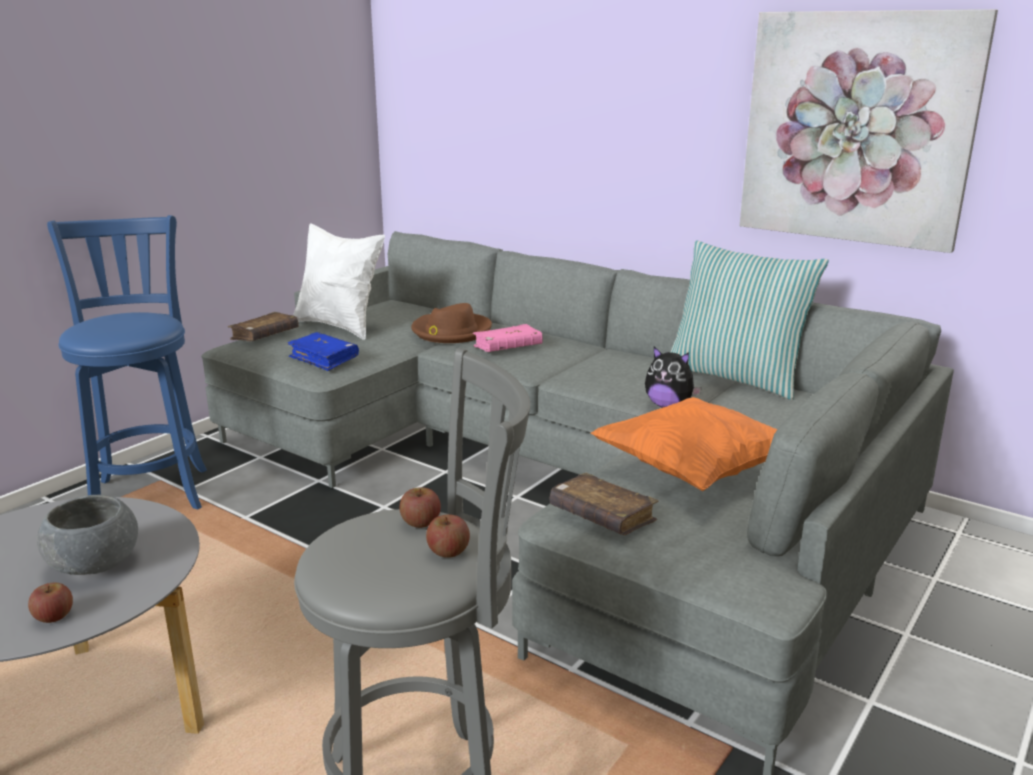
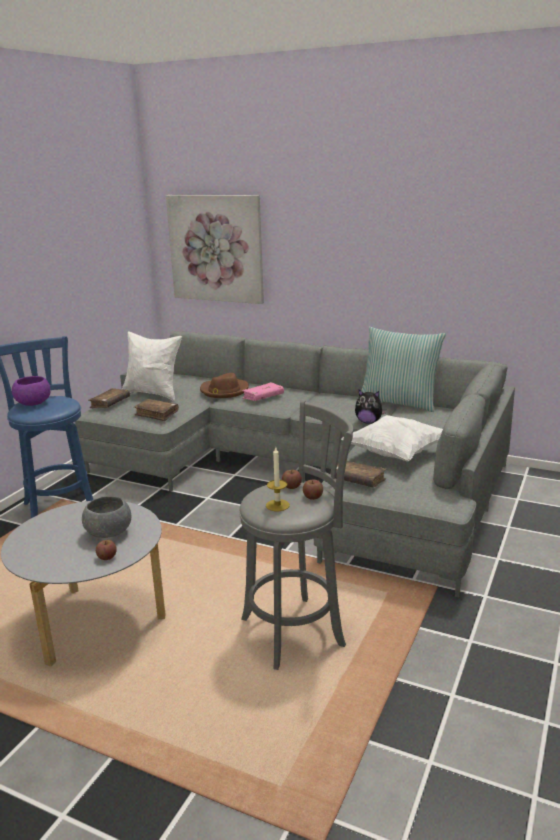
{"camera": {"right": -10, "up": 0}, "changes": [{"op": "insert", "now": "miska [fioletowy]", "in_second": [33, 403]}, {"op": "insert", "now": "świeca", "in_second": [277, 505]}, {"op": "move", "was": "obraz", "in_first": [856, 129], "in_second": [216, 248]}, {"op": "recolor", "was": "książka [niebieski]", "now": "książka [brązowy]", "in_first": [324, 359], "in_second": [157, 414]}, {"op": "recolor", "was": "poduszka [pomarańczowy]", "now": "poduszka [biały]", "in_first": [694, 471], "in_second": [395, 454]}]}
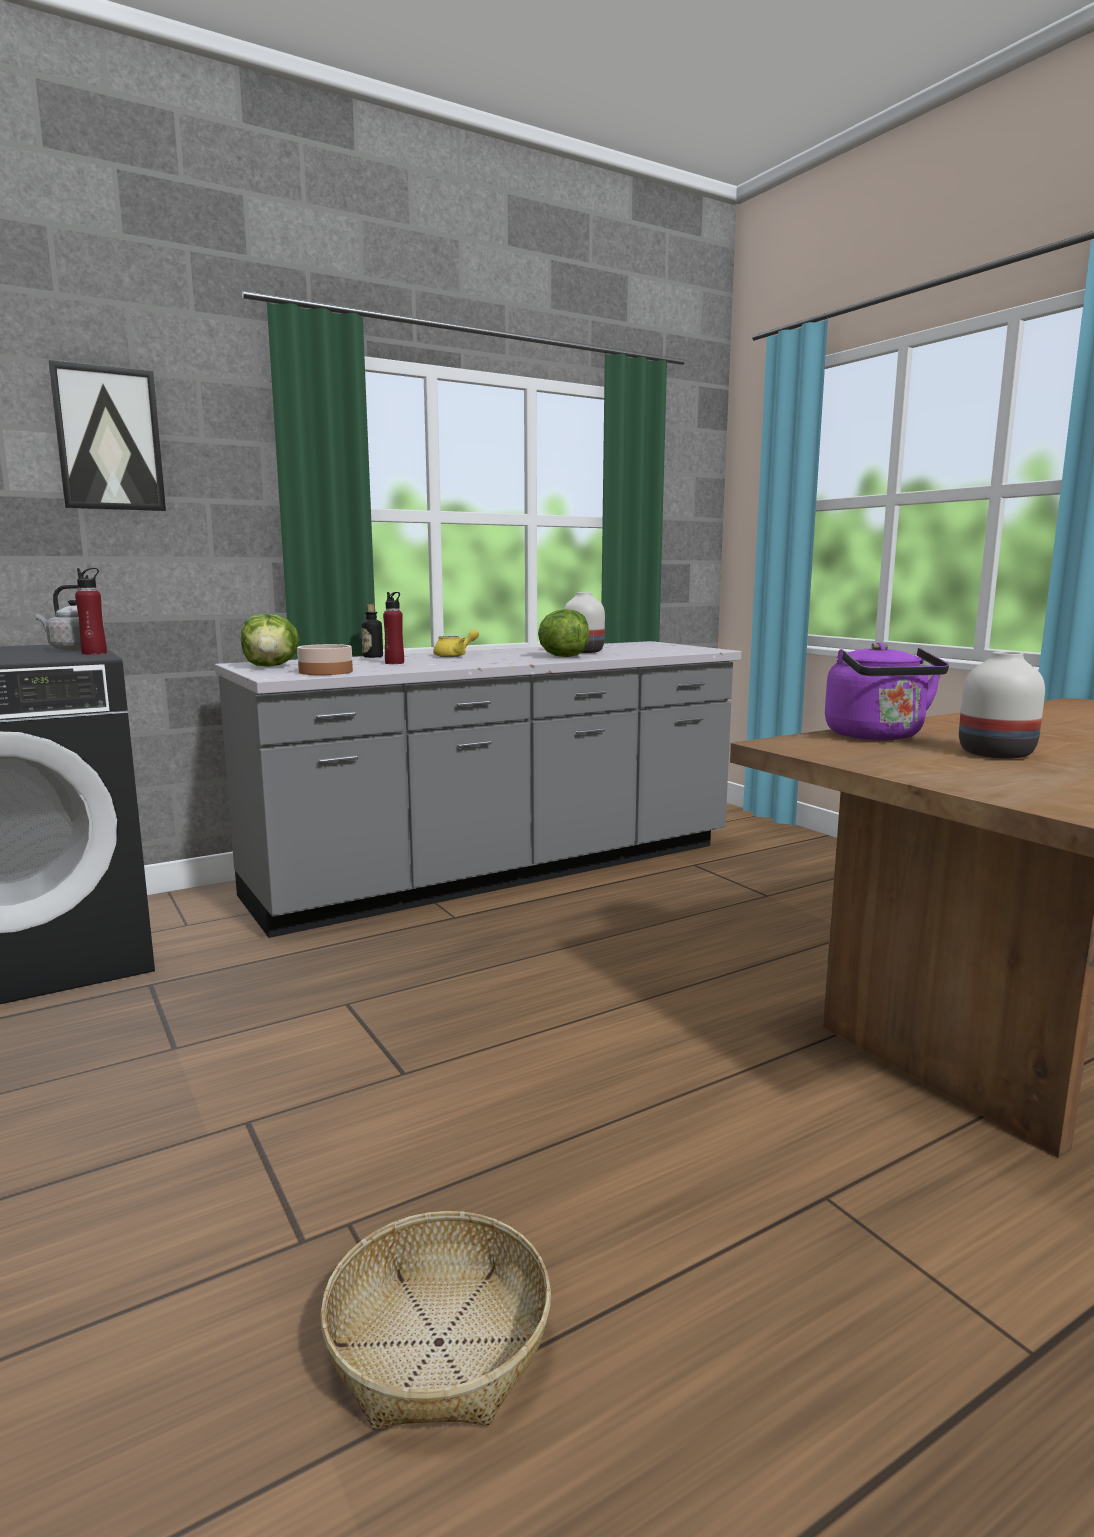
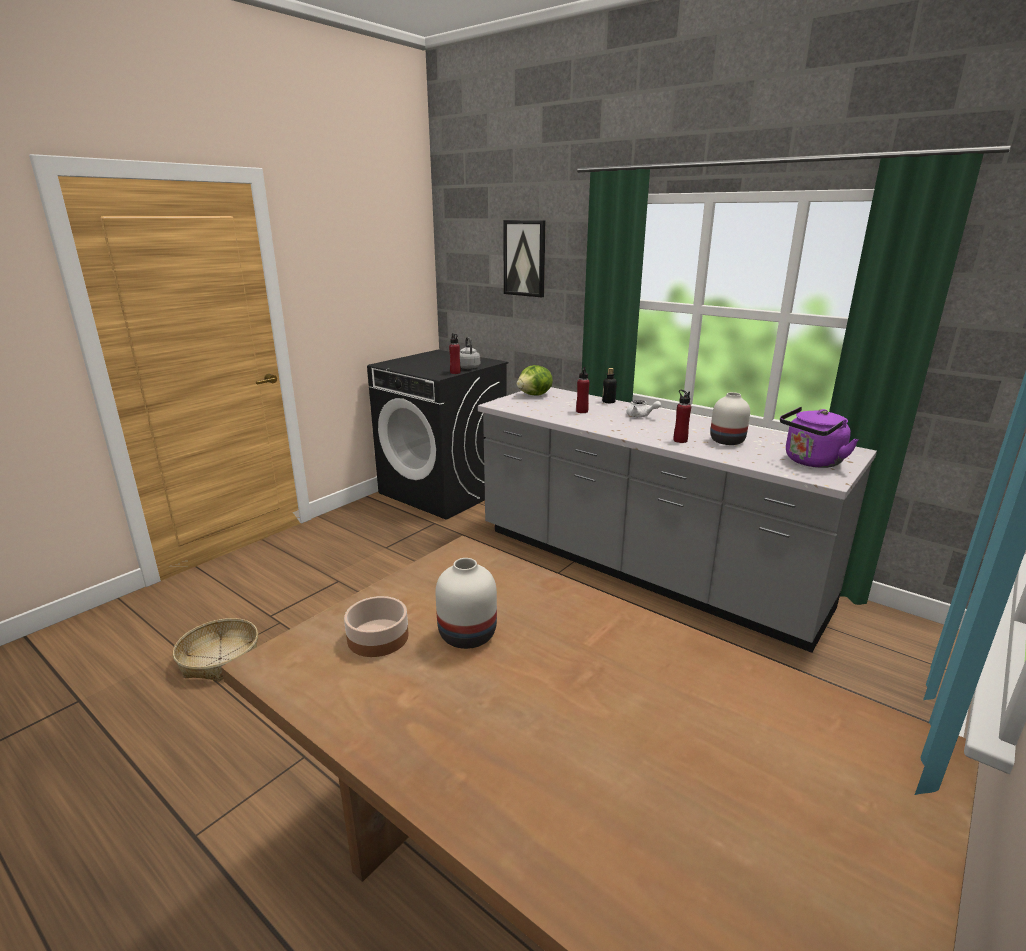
{"camera": {"right": 70, "up": 10}, "changes": [{"op": "move", "was": "miska", "in_first": [325, 672], "in_second": [378, 637]}, {"op": "move", "was": "czajnik [fioletowy]", "in_first": [877, 736], "in_second": [811, 462]}, {"op": "replace", "was": "sałata", "now": "butelka [czerwony]", "in_first": [563, 656], "in_second": [680, 440]}, {"op": "recolor", "was": "imbryk [żółty]", "now": "imbryk [biały]", "in_first": [455, 656], "in_second": [640, 416]}]}
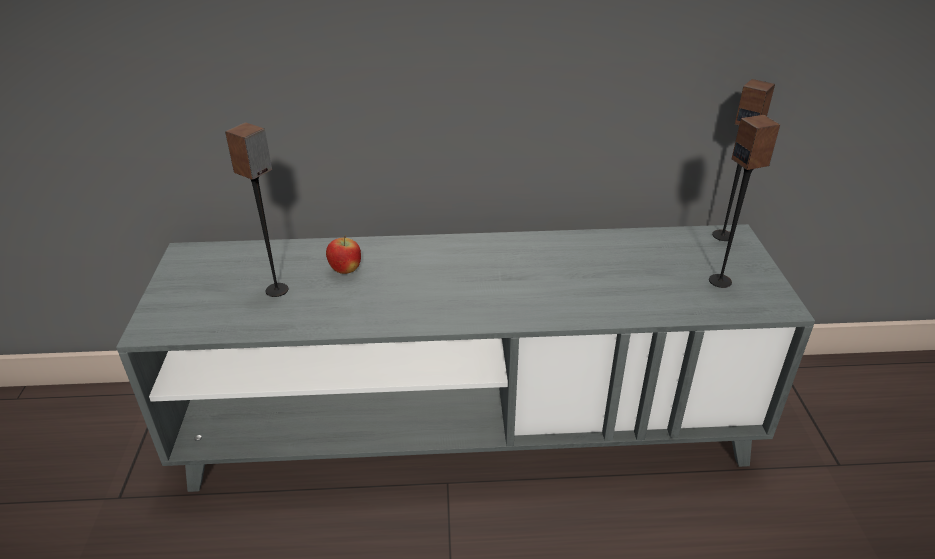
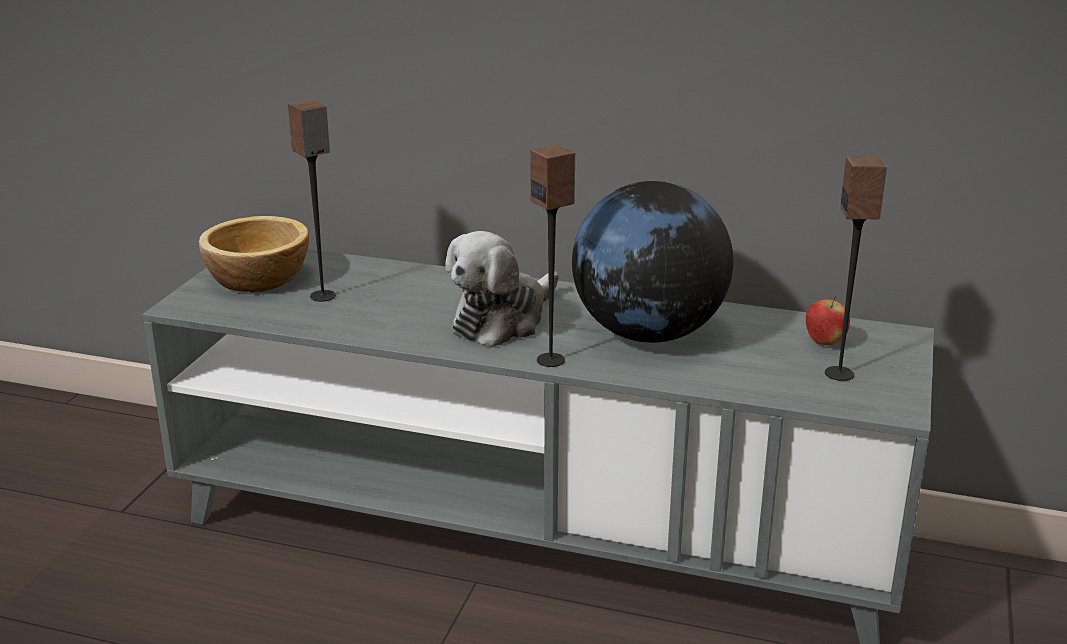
{"camera": {"right": 20, "up": -10}, "changes": [{"op": "insert", "now": "miska", "in_second": [258, 279]}, {"op": "insert", "now": "pluszak", "in_second": [502, 320]}, {"op": "insert", "now": "globus", "in_second": [648, 333]}, {"op": "move", "was": "jabłko", "in_first": [345, 270], "in_second": [825, 343]}, {"op": "move", "was": "głośnik", "in_first": [723, 235], "in_second": [551, 360]}]}
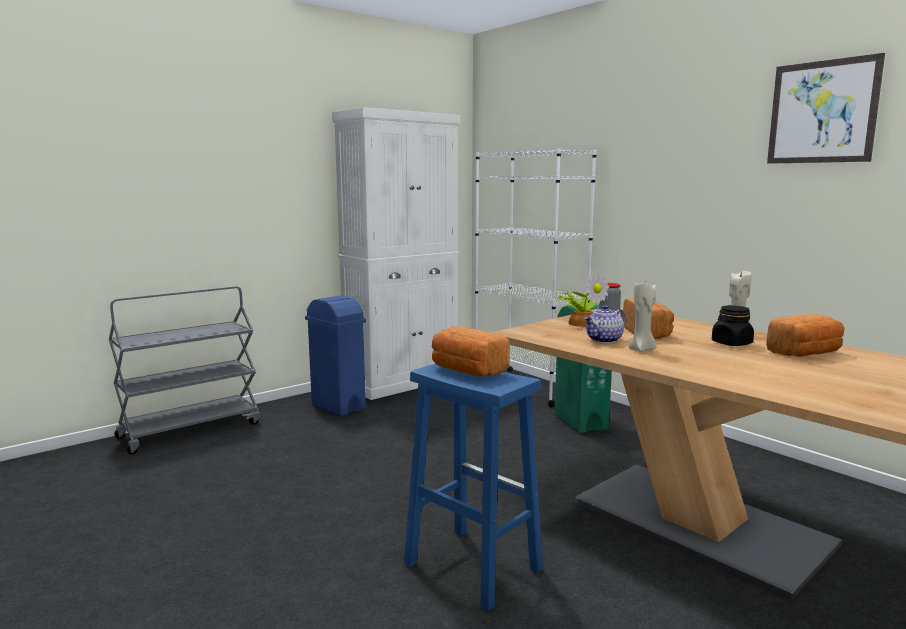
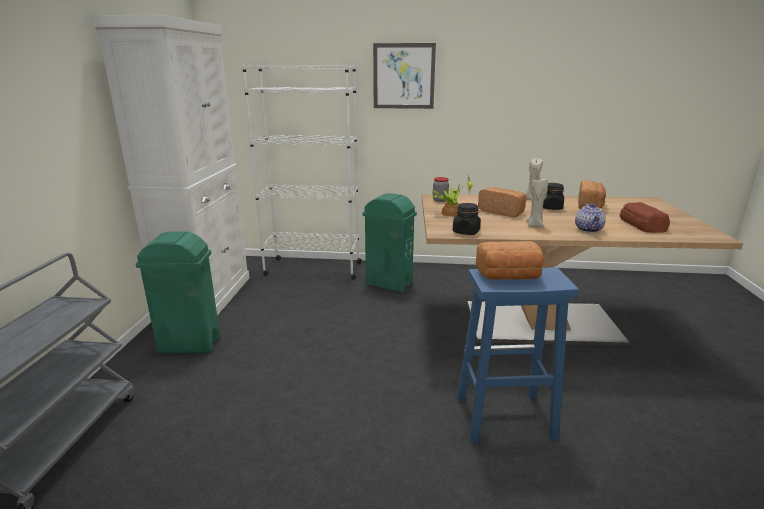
{"camera": {"right": -45, "up": 10}, "changes": [{"op": "insert", "now": "słoik [czarny]", "in_second": [466, 232]}, {"op": "insert", "now": "chleb", "in_second": [642, 224]}, {"op": "move", "was": "imbryk", "in_first": [604, 340], "in_second": [589, 230]}, {"op": "move", "was": "obraz", "in_first": [822, 112], "in_second": [404, 76]}, {"op": "recolor", "was": "kosz na śmieci [niebieski]", "now": "kosz na śmieci [zielony]", "in_first": [338, 407], "in_second": [190, 345]}]}
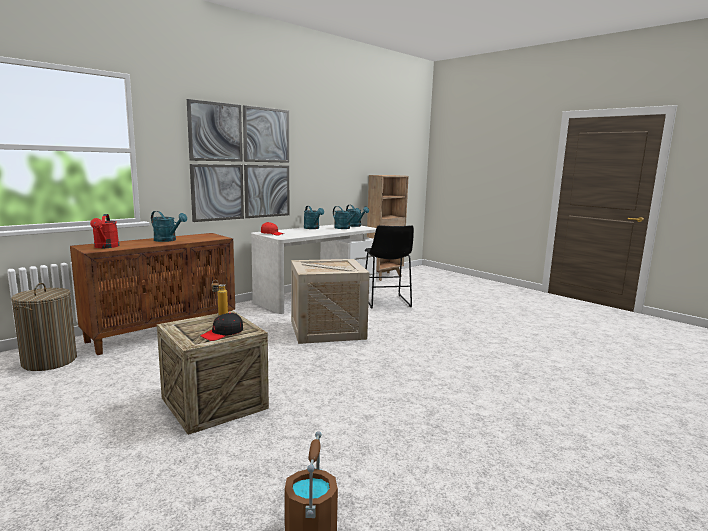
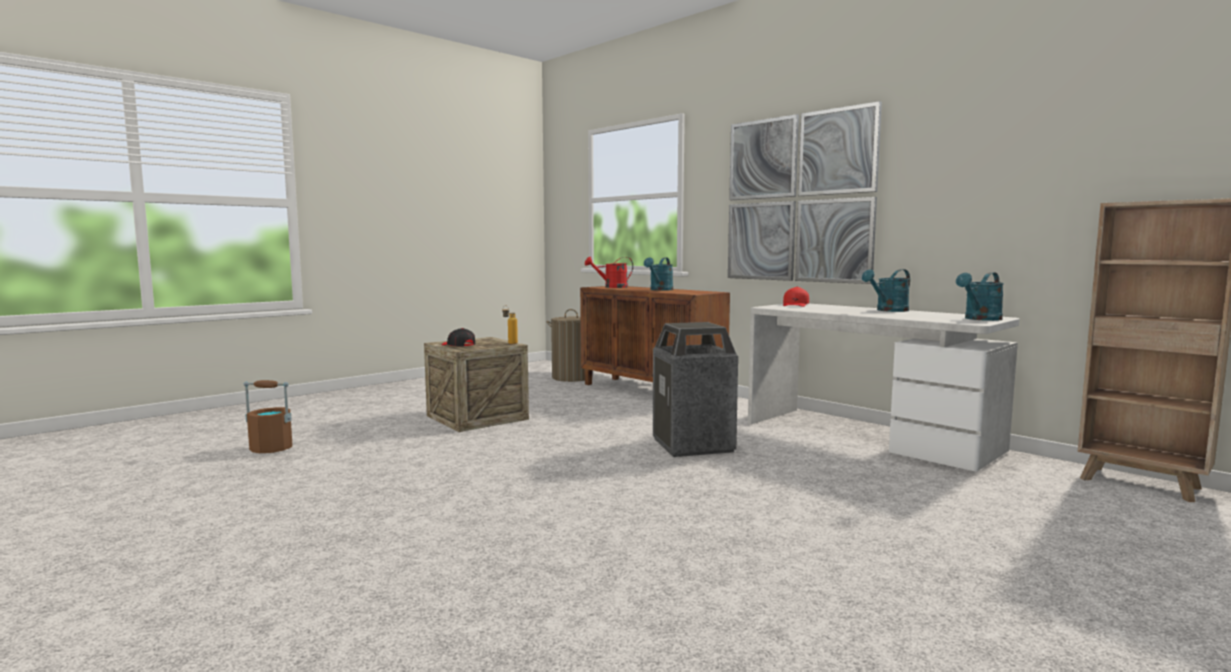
{"camera": {"right": 90, "up": -5}, "changes": [{"op": "delete", "was": "konewka [turkusowy]", "in_first": [344, 228]}, {"op": "delete", "was": "stołek [czarny]", "in_first": [386, 302]}, {"op": "replace", "was": "skrzynka", "now": "kosz na śmieci", "in_first": [328, 329], "in_second": [693, 445]}]}
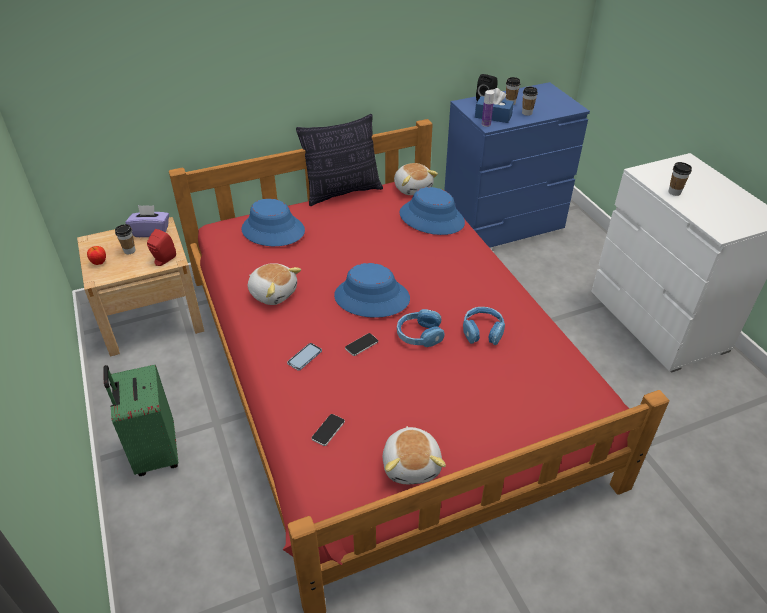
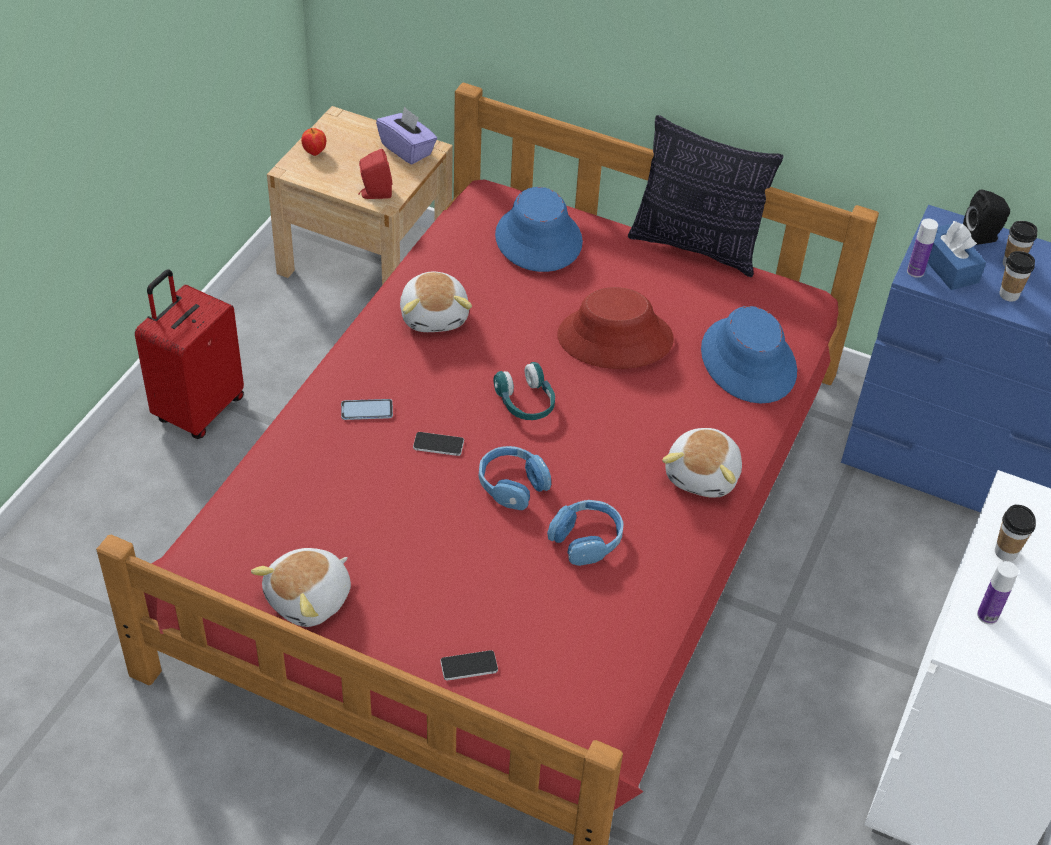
{"camera": {"right": 45, "up": 5}, "changes": [{"op": "delete", "was": "filiżanka", "in_first": [129, 251]}, {"op": "insert", "now": "kapelusz [czerwony]", "in_second": [615, 338]}, {"op": "insert", "now": "butelka", "in_second": [987, 615]}, {"op": "move", "was": "telefon", "in_first": [328, 430], "in_second": [469, 666]}, {"op": "move", "was": "pluszak", "in_first": [413, 188], "in_second": [704, 475]}, {"op": "replace", "was": "kapelusz [niebieski]", "now": "słuchawki [turkusowy]", "in_first": [371, 298], "in_second": [525, 402]}, {"op": "recolor", "was": "walizka [zielony]", "now": "walizka [czerwony]", "in_first": [155, 453], "in_second": [198, 409]}]}
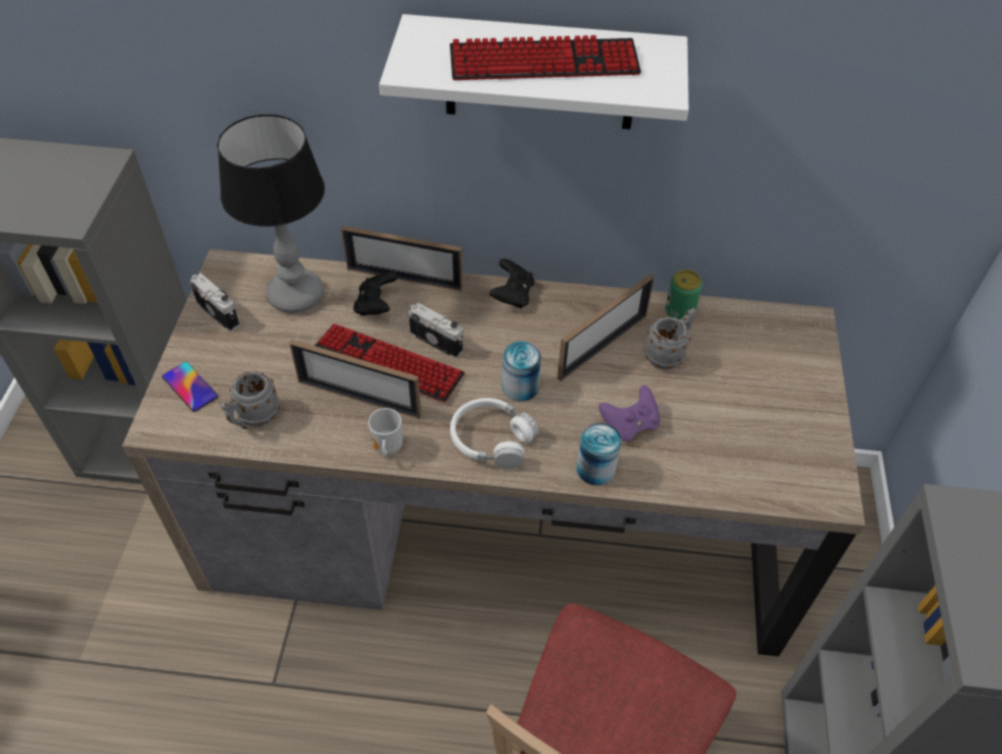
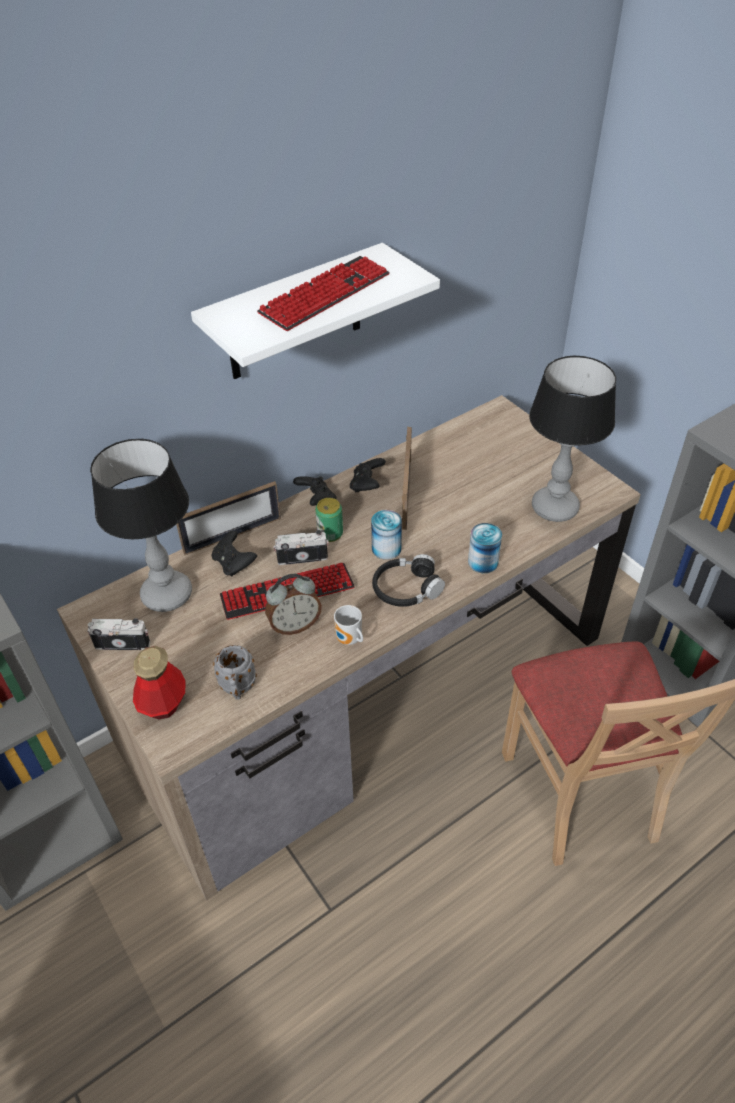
{"camera": {"right": -40, "up": -5}, "changes": [{"op": "delete", "was": "pad do gier [fioletowy]", "in_first": [629, 424]}, {"op": "delete", "was": "kubek [szary]", "in_first": [668, 354]}, {"op": "insert", "now": "pad do gier [czarny]", "in_second": [367, 485]}, {"op": "insert", "now": "lampa stołowa", "in_second": [555, 508]}, {"op": "move", "was": "puszka", "in_first": [679, 311], "in_second": [330, 533]}, {"op": "replace", "was": "telefon", "now": "butelka", "in_first": [190, 387], "in_second": [163, 703]}, {"op": "replace", "was": "ramka na zdjęcie", "now": "budzik", "in_first": [359, 398], "in_second": [295, 625]}, {"op": "recolor", "was": "słuchawki [biały]", "now": "słuchawki [czarny]", "in_first": [492, 439], "in_second": [406, 589]}]}
